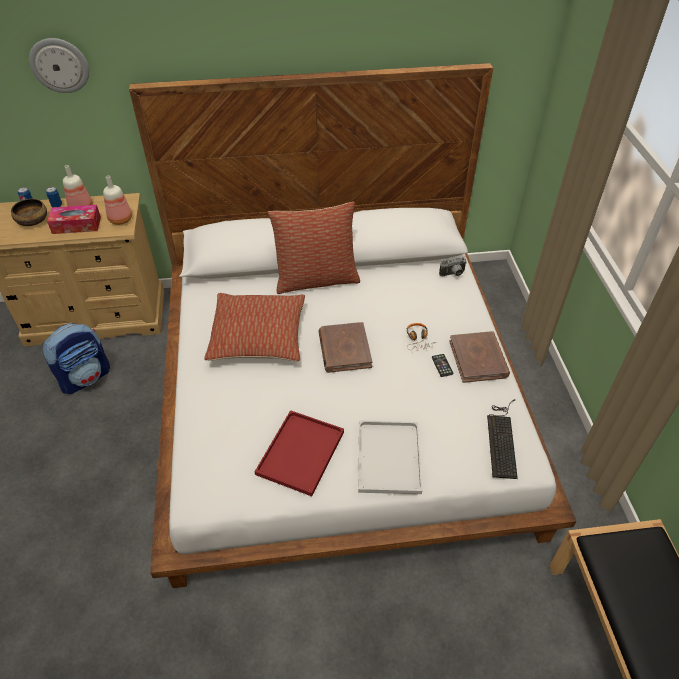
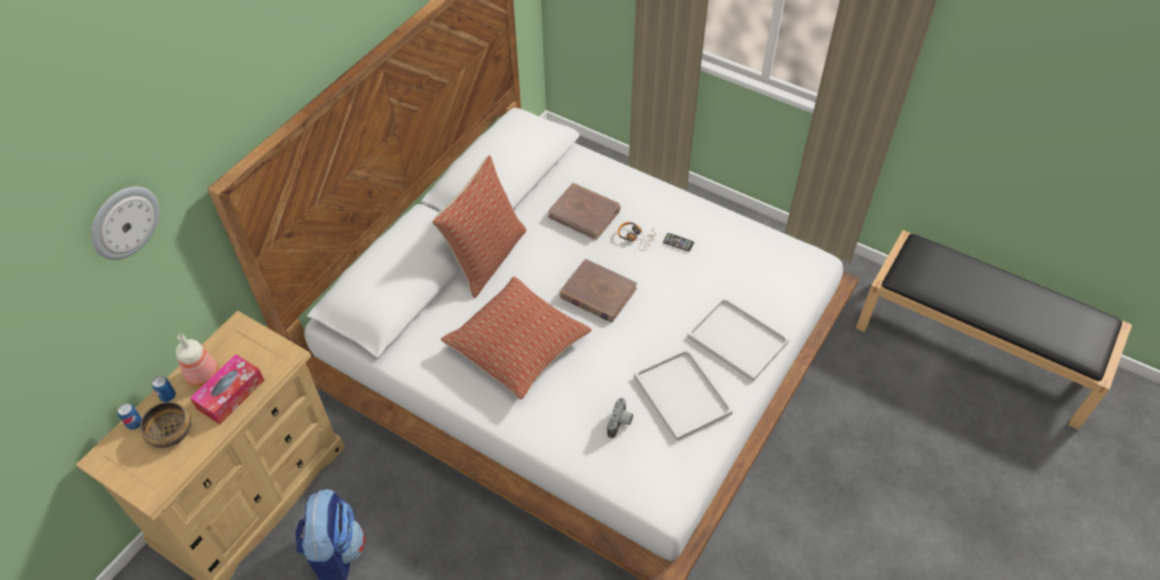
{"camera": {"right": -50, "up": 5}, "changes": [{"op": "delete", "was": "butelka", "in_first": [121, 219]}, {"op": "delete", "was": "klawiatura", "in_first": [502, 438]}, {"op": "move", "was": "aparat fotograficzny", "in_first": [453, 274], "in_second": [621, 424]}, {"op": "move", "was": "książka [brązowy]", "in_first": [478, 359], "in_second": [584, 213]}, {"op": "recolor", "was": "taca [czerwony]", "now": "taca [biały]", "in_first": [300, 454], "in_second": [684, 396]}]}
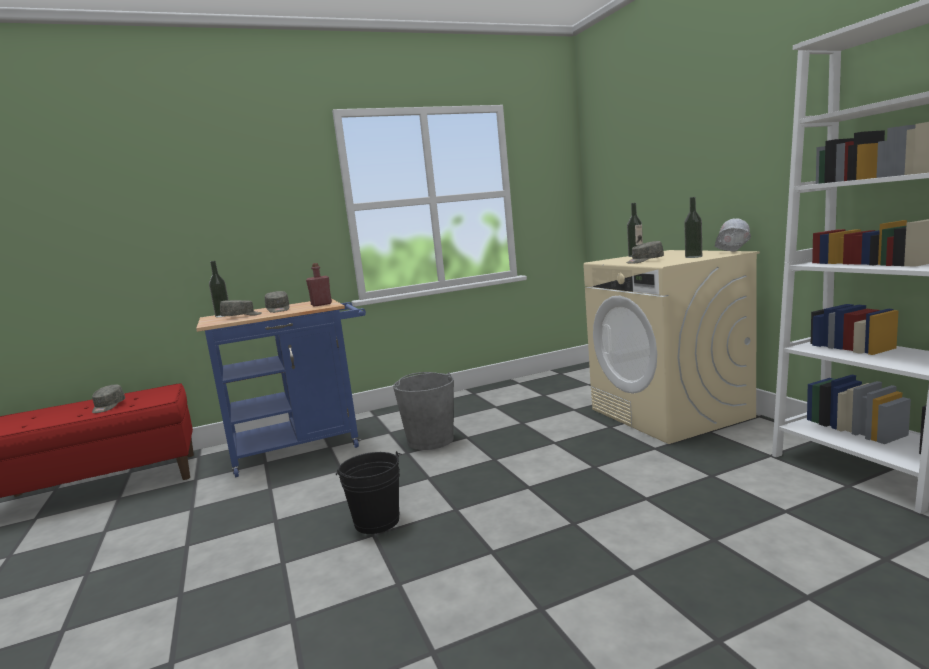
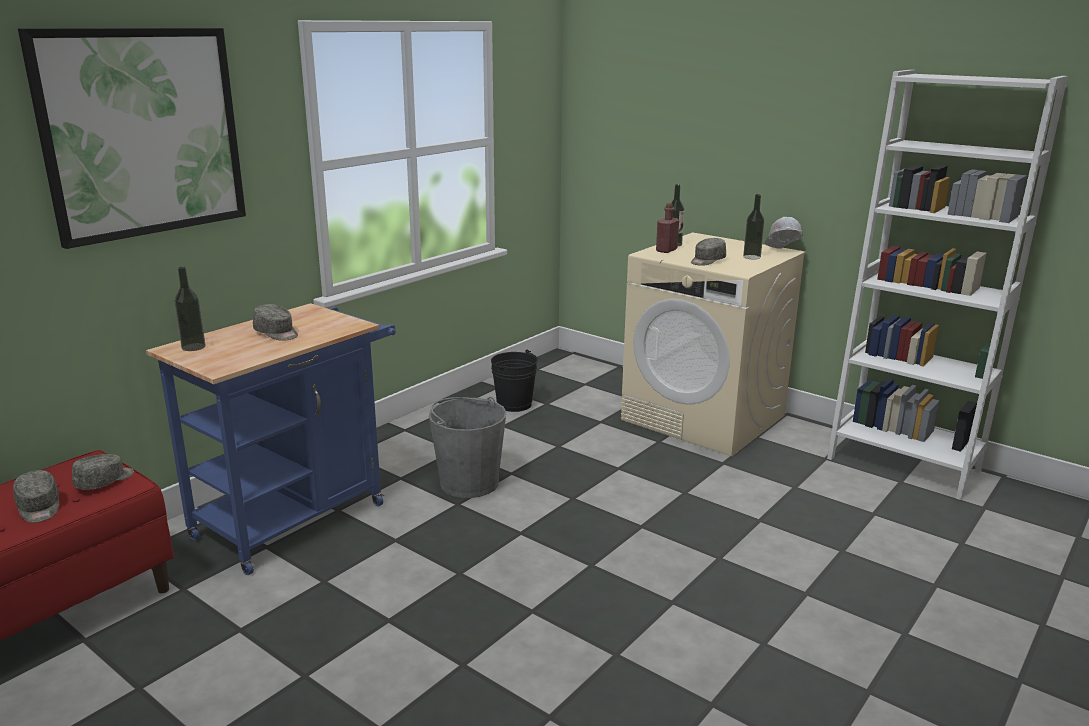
{"camera": {"right": -30, "up": 10}, "changes": [{"op": "insert", "now": "obraz", "in_second": [143, 133]}, {"op": "move", "was": "czapka z daszkiem [szary]", "in_first": [242, 316], "in_second": [105, 481]}, {"op": "move", "was": "butelka [czerwony]", "in_first": [321, 304], "in_second": [666, 250]}, {"op": "move", "was": "wiadro [czarny]", "in_first": [376, 521], "in_second": [514, 404]}]}
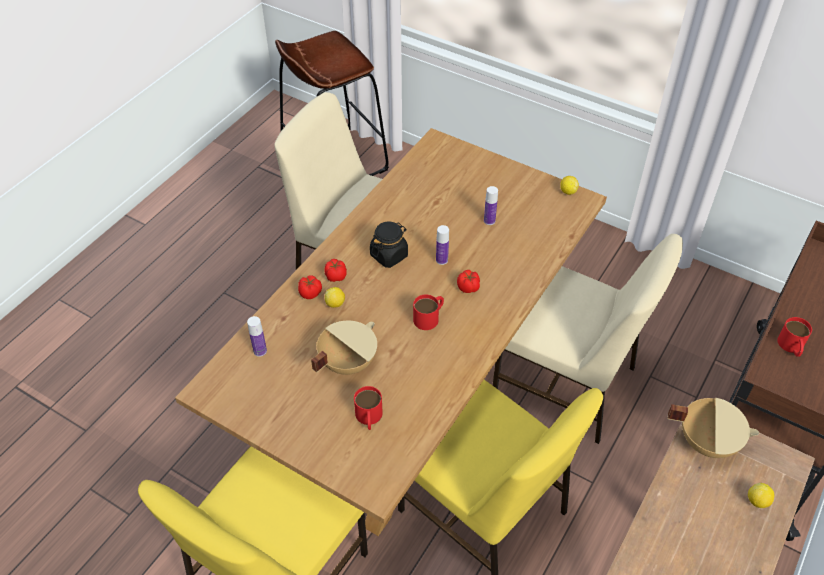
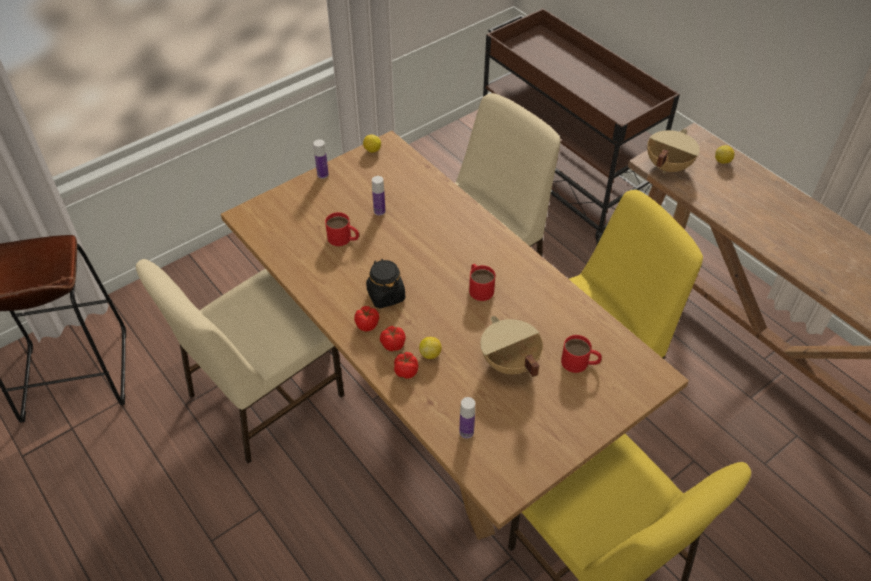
{"camera": {"right": -70, "up": 0}, "changes": [{"op": "move", "was": "butelka", "in_first": [441, 260], "in_second": [323, 174]}, {"op": "move", "was": "pomidor", "in_first": [468, 288], "in_second": [367, 324]}, {"op": "move", "was": "kubek [czerwony]", "in_first": [791, 347], "in_second": [343, 239]}]}
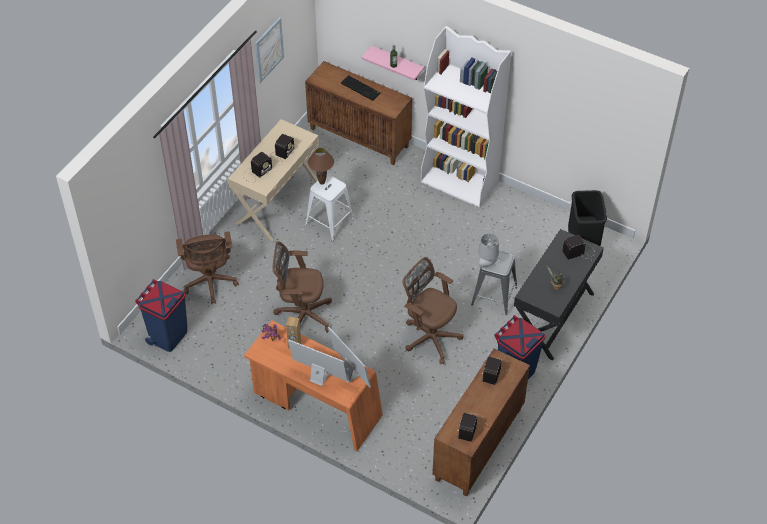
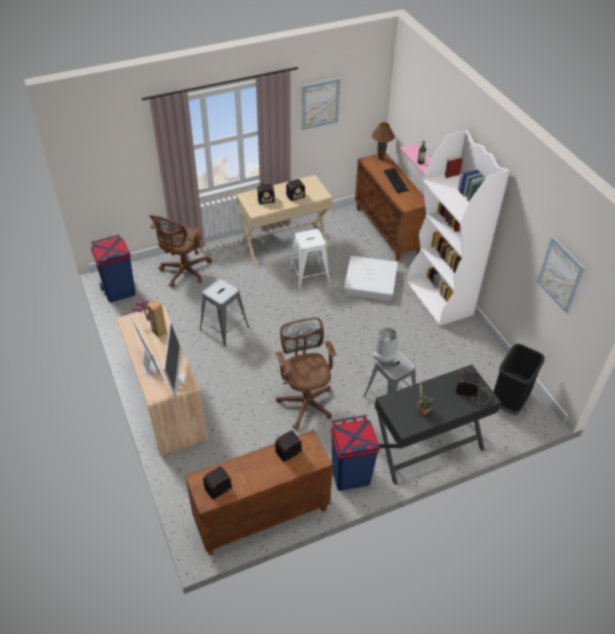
{"camera": {"right": 35, "up": -5}, "changes": [{"op": "insert", "now": "pojemnik do przechowywania [biały]", "in_second": [370, 282]}, {"op": "insert", "now": "obraz", "in_second": [561, 275]}, {"op": "move", "was": "lampa stołowa [brązowy]", "in_first": [321, 183], "in_second": [380, 158]}, {"op": "replace", "was": "krzesło biurowe [brązowy]", "now": "stołek [szary]", "in_first": [302, 315], "in_second": [224, 328]}, {"op": "recolor", "was": "biurko [pomarańczowy]", "now": "biurko [beżowy]", "in_first": [315, 406], "in_second": [166, 401]}]}
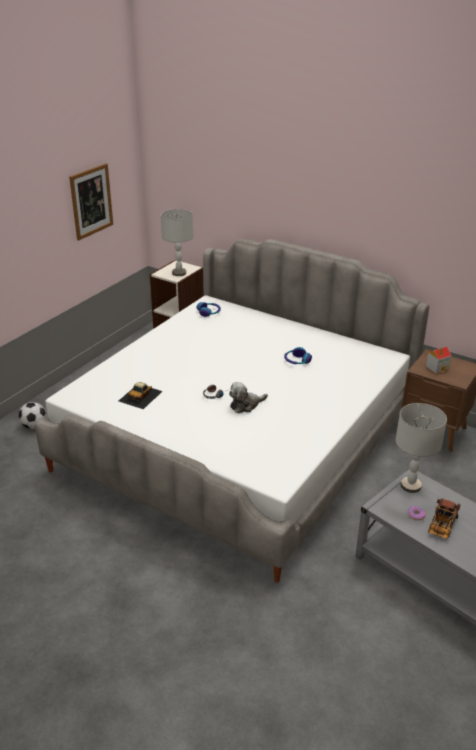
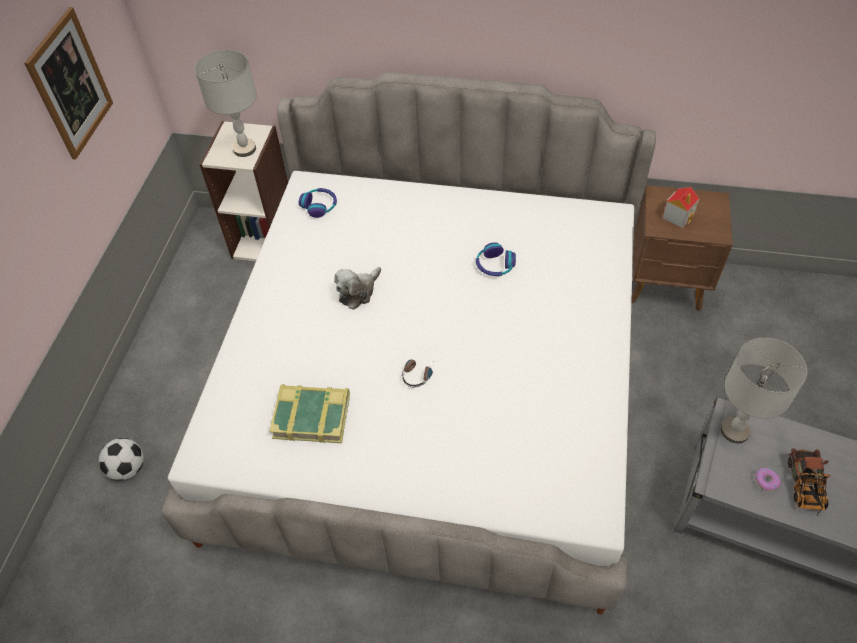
{"camera": {"right": -20, "up": 20}, "changes": [{"op": "move", "was": "pluszak", "in_first": [246, 405], "in_second": [358, 292]}, {"op": "replace", "was": "samochodzik", "now": "książka", "in_first": [140, 396], "in_second": [312, 416]}]}
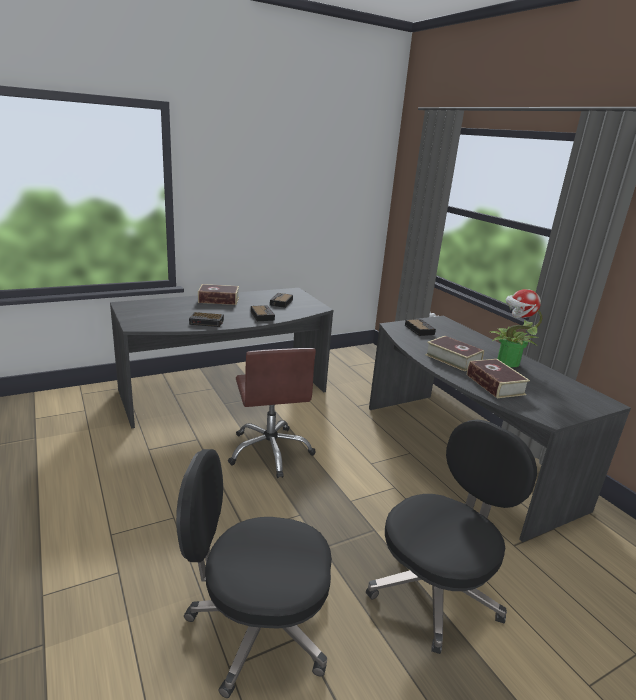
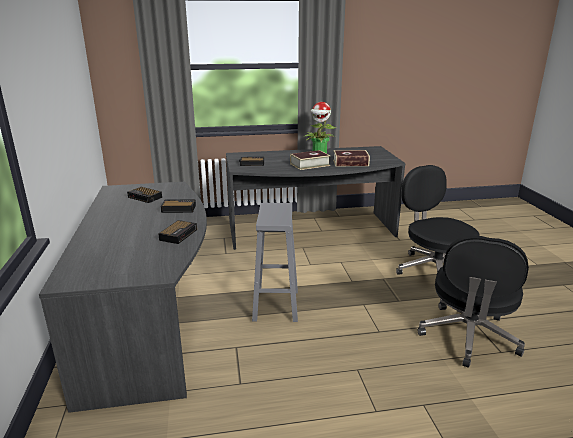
{"camera": {"right": -70, "up": 0}, "changes": [{"op": "delete", "was": "książka", "in_first": [219, 300]}, {"op": "replace", "was": "krzesło biurowe [brązowy]", "now": "stołek [szary]", "in_first": [270, 451], "in_second": [276, 306]}]}
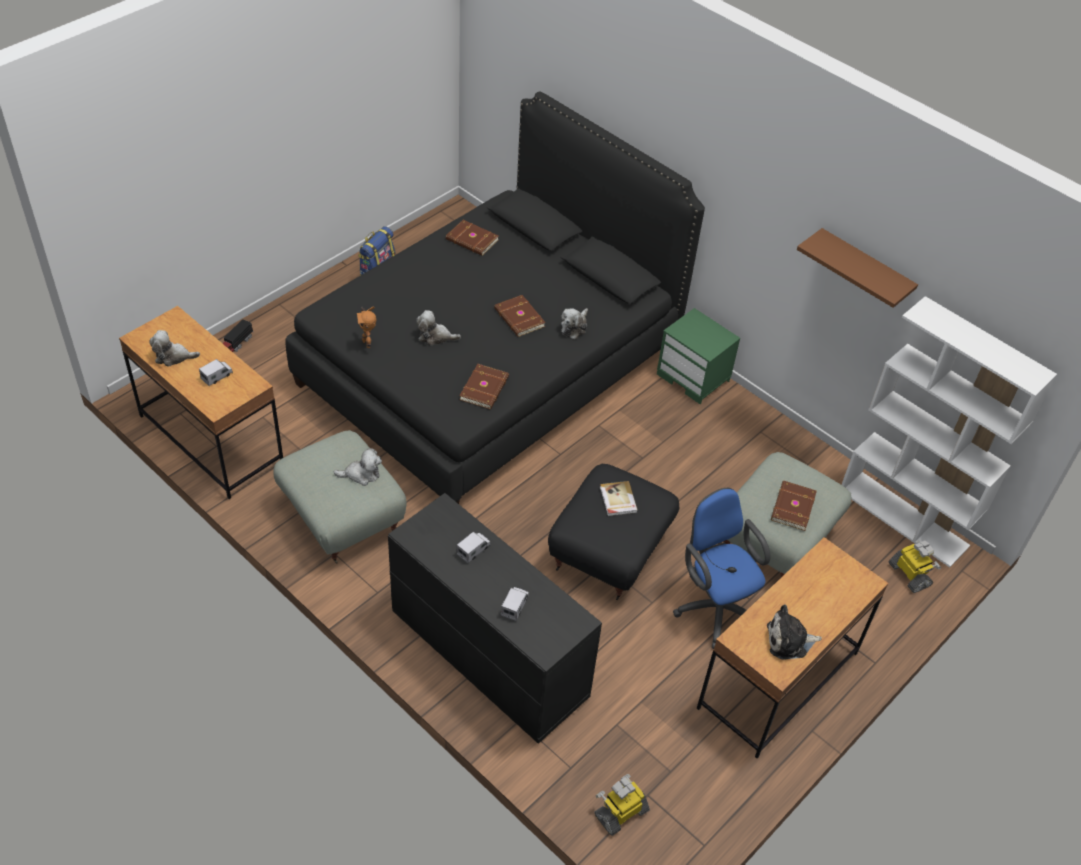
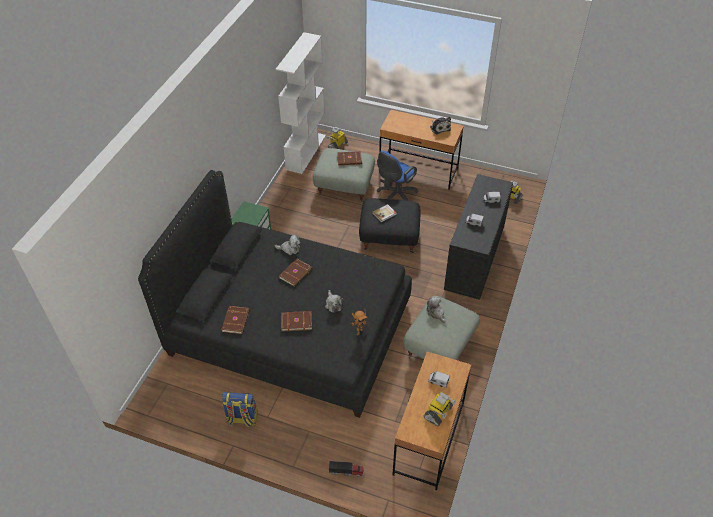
{"camera": {"right": -110, "up": 0}, "changes": [{"op": "delete", "was": "półka [brązowy]", "in_first": [864, 270]}, {"op": "move", "was": "książka [brązowy]", "in_first": [485, 388], "in_second": [296, 321]}, {"op": "replace", "was": "pluszak", "now": "robot zabawkowy", "in_first": [173, 357], "in_second": [438, 413]}]}
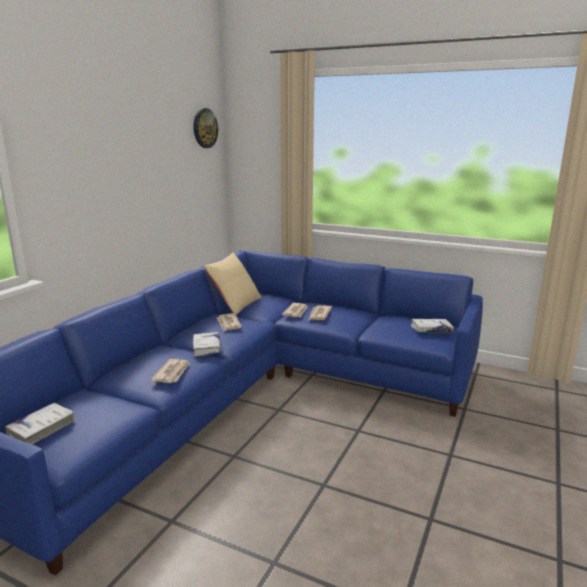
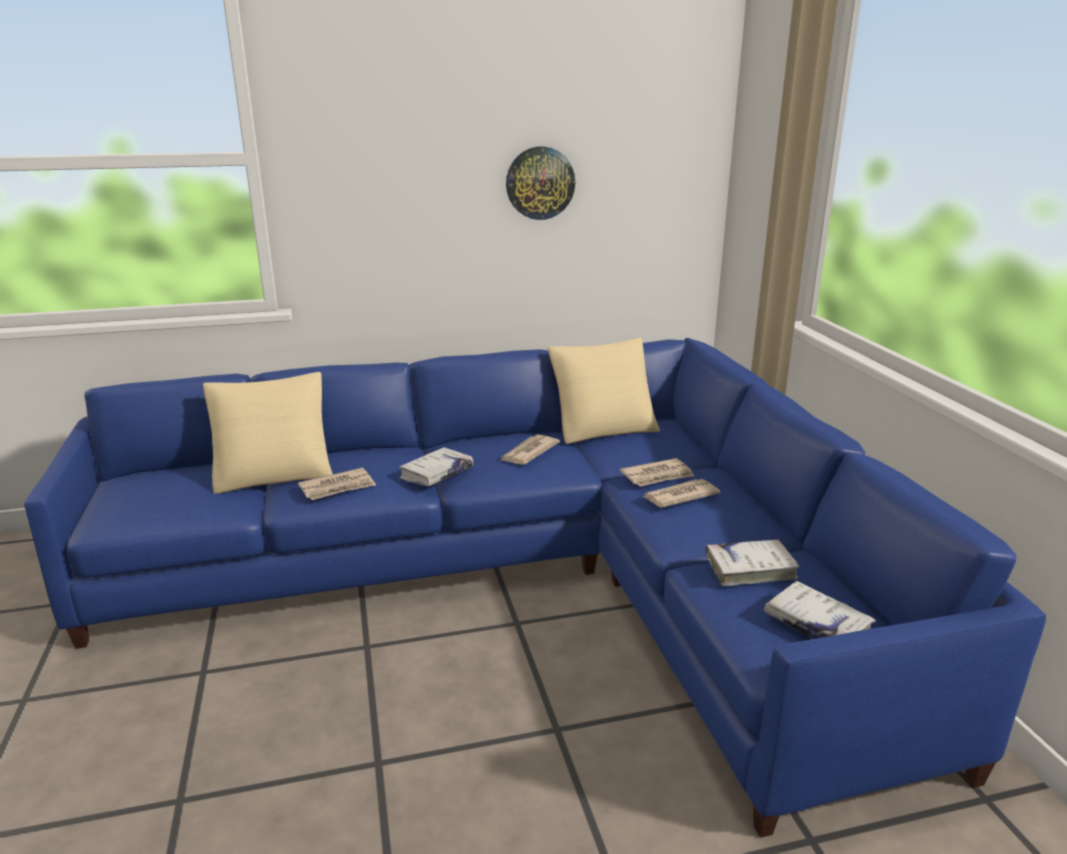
{"camera": {"right": 50, "up": 5}, "changes": [{"op": "insert", "now": "poduszka [beżowy]", "in_second": [274, 472]}, {"op": "move", "was": "książka [biały]", "in_first": [42, 428], "in_second": [750, 569]}, {"op": "move", "was": "zegar ścienny", "in_first": [205, 128], "in_second": [540, 183]}]}
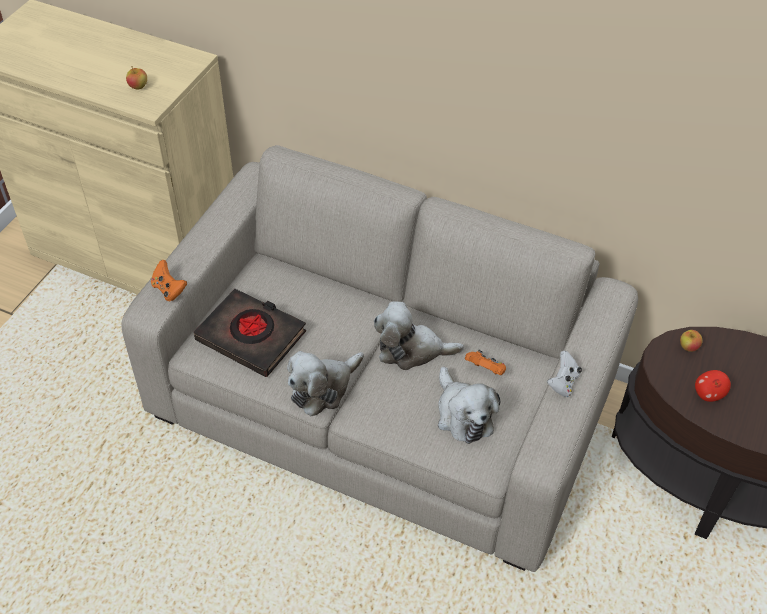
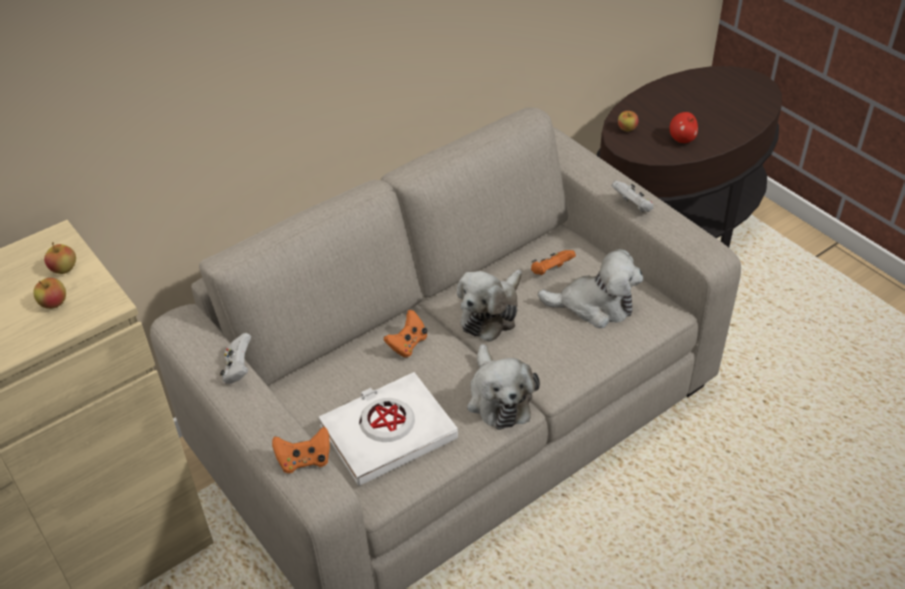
{"camera": {"right": -60, "up": -5}, "changes": [{"op": "insert", "now": "jabłko", "in_second": [64, 269]}, {"op": "insert", "now": "pad do gier [biały]", "in_second": [238, 370]}, {"op": "insert", "now": "pad do gier [pomarańczowy]", "in_second": [408, 344]}, {"op": "recolor", "was": "książka [czarny]", "now": "książka [biały]", "in_first": [251, 336], "in_second": [388, 433]}]}
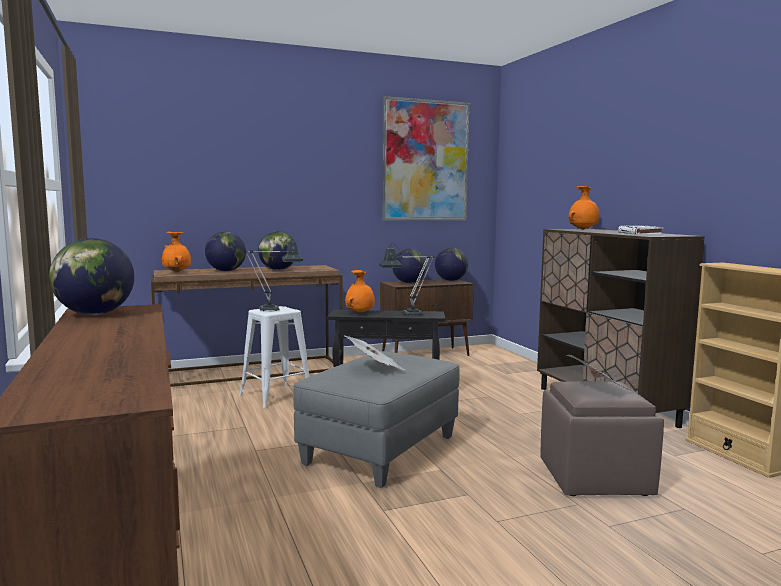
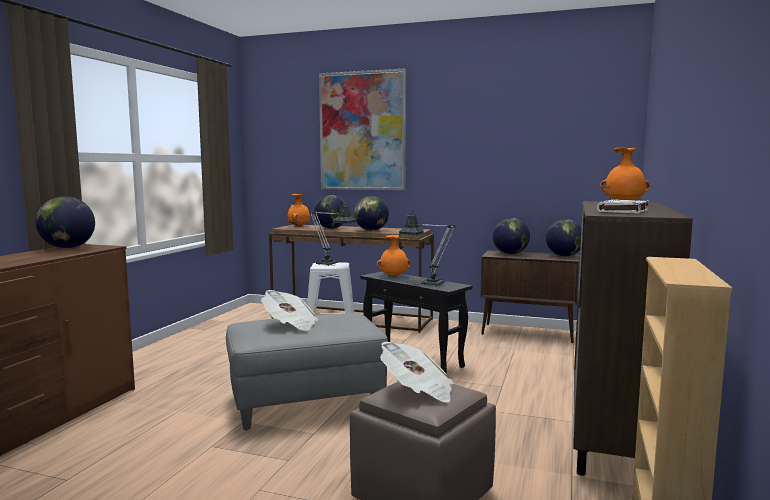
{"camera": {"right": 40, "up": 0}, "changes": [{"op": "move", "was": "obraz", "in_first": [425, 161], "in_second": [362, 131]}]}
